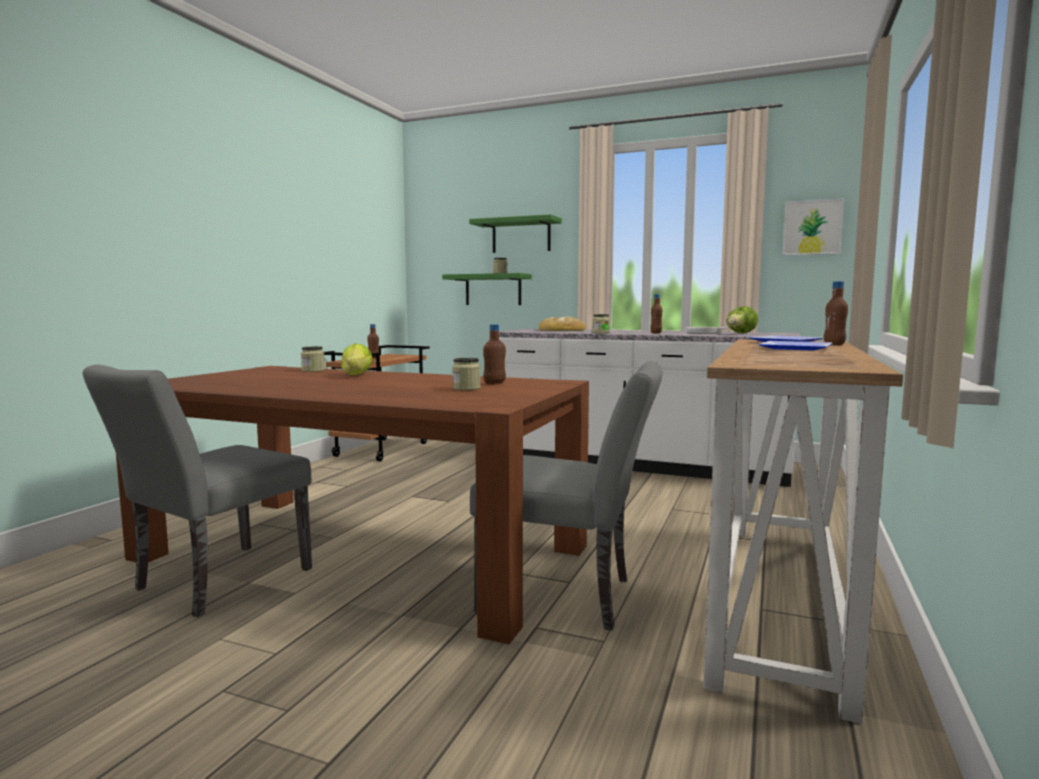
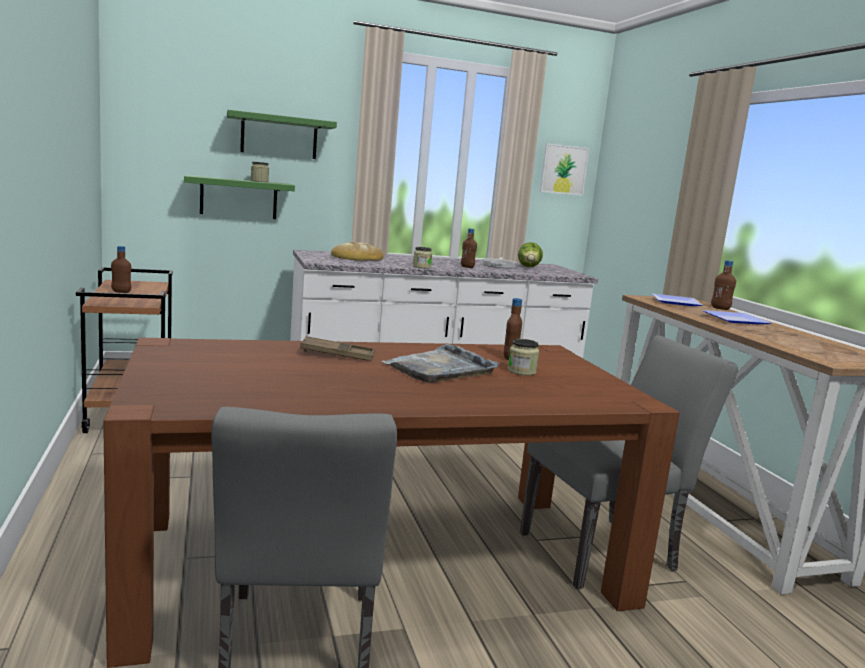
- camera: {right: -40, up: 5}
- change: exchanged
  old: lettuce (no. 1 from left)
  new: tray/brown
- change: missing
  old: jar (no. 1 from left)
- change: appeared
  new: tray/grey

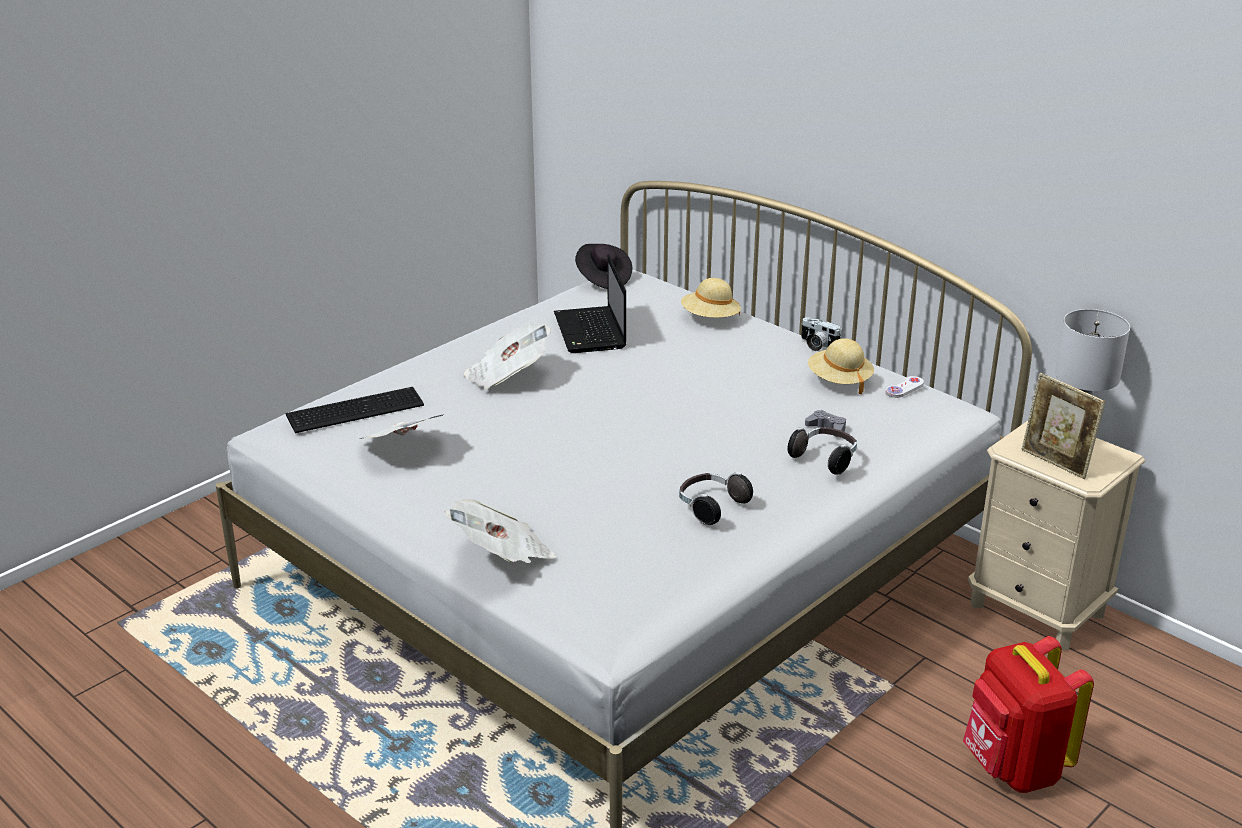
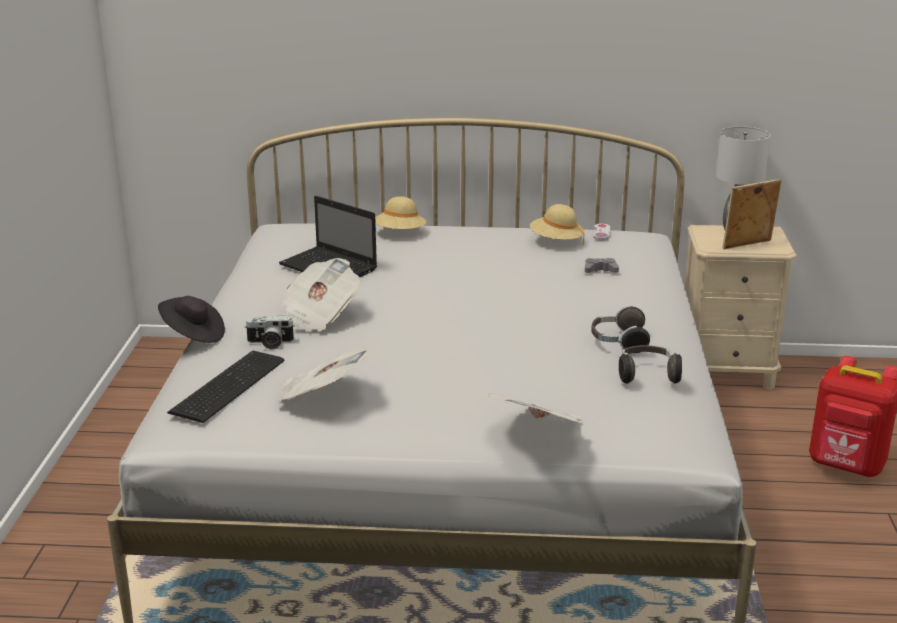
- camera: {right: -40, up: -5}
- change: relocated
  old: hat/black
- change: relocated
  old: photo camera
- change: spun
  old: picture frame
  degrees: 150
- change: relocated
  old: headphones (no. 2 from left)

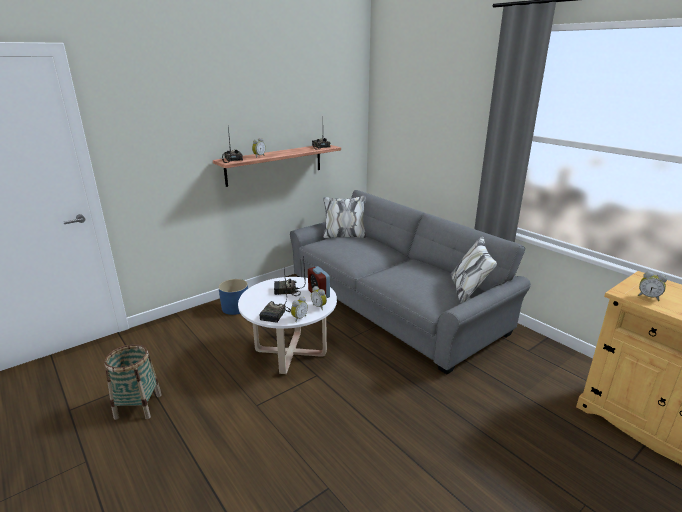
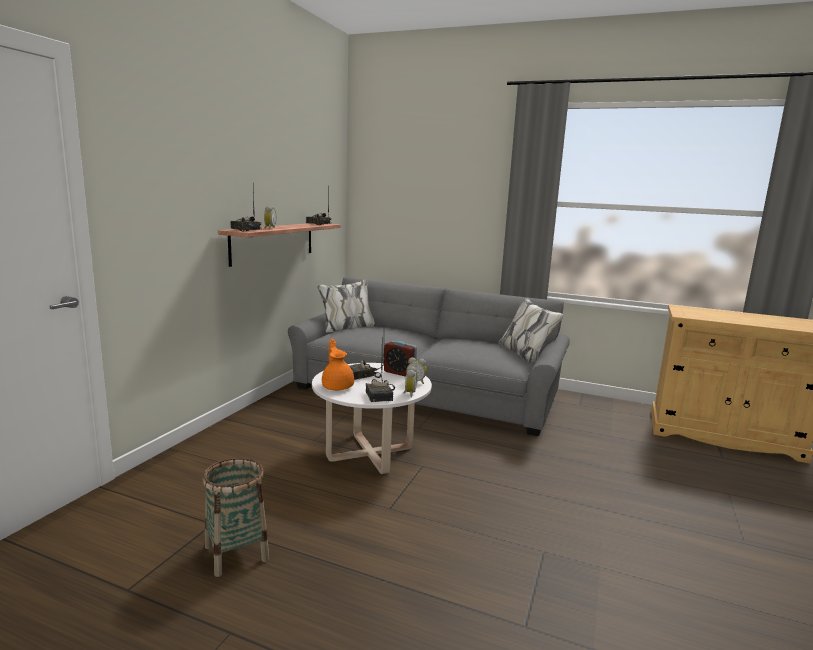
- camera: {right: -30, up: -10}
- change: missing
  old: alarm clock (no. 5 from left)
- change: missing
  old: planter/blue
- change: appeared
  new: teapot/orange

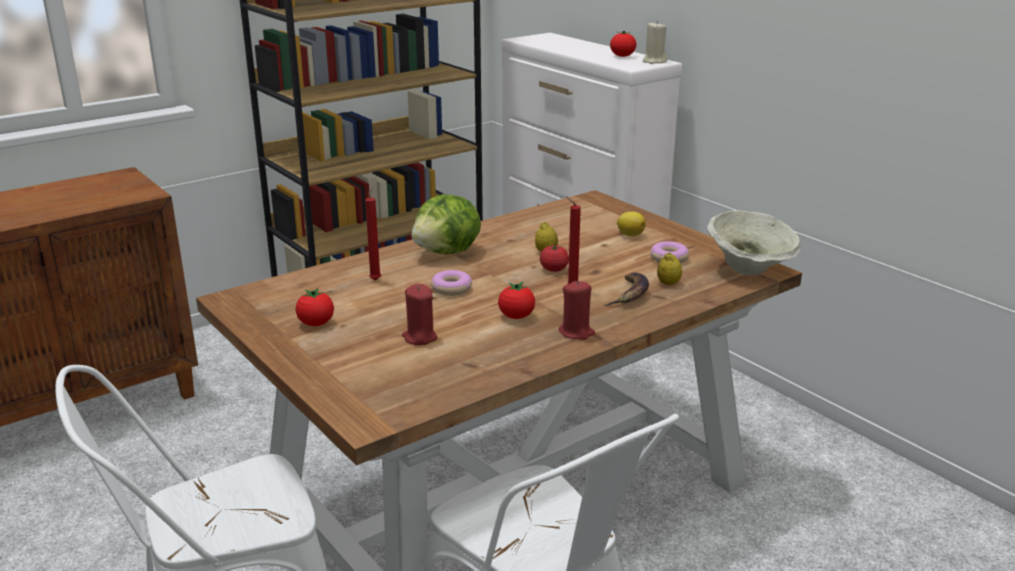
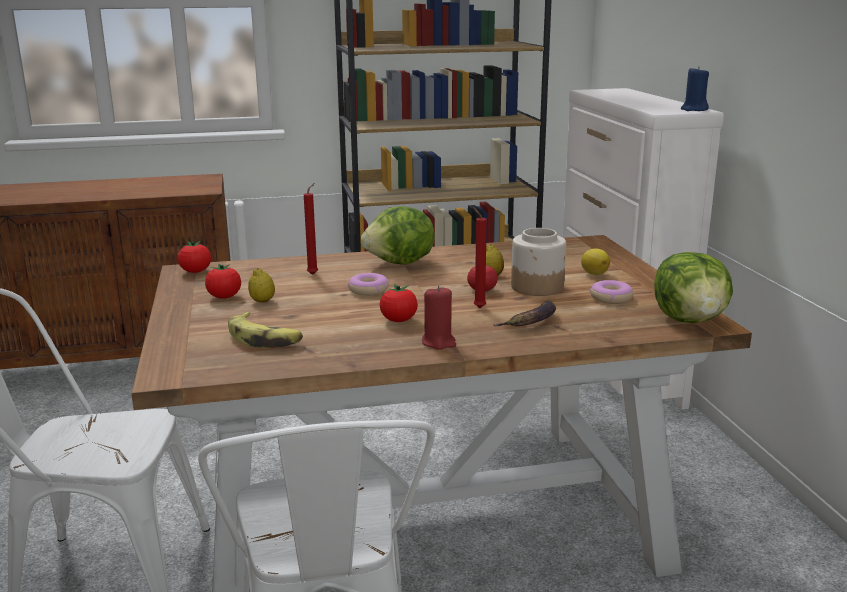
- camera: {right: 25, up: -5}
- change: colour
  old: candle/beige
  new: candle/blue
- change: relocated
  old: tomato (no. 4 from left in the first image)
  new: tomato (no. 1 from left)
- change: exchanged
  old: bowl/beige
  new: lettuce (no. 2 from left)
- change: relocated
  old: lemon (no. 3 from left in the first image)
  new: lemon (no. 1 from left)
- change: missing
  old: candle/red (no. 2 from left)
- change: appeared
  new: jar
- change: appeared
  new: banana (no. 1 from left)

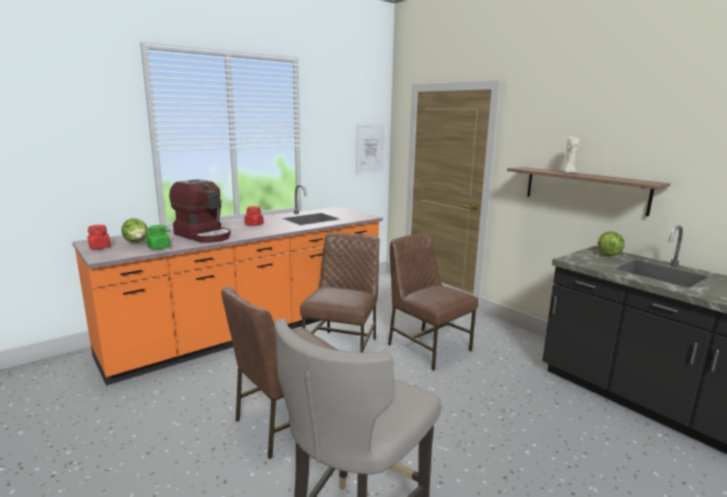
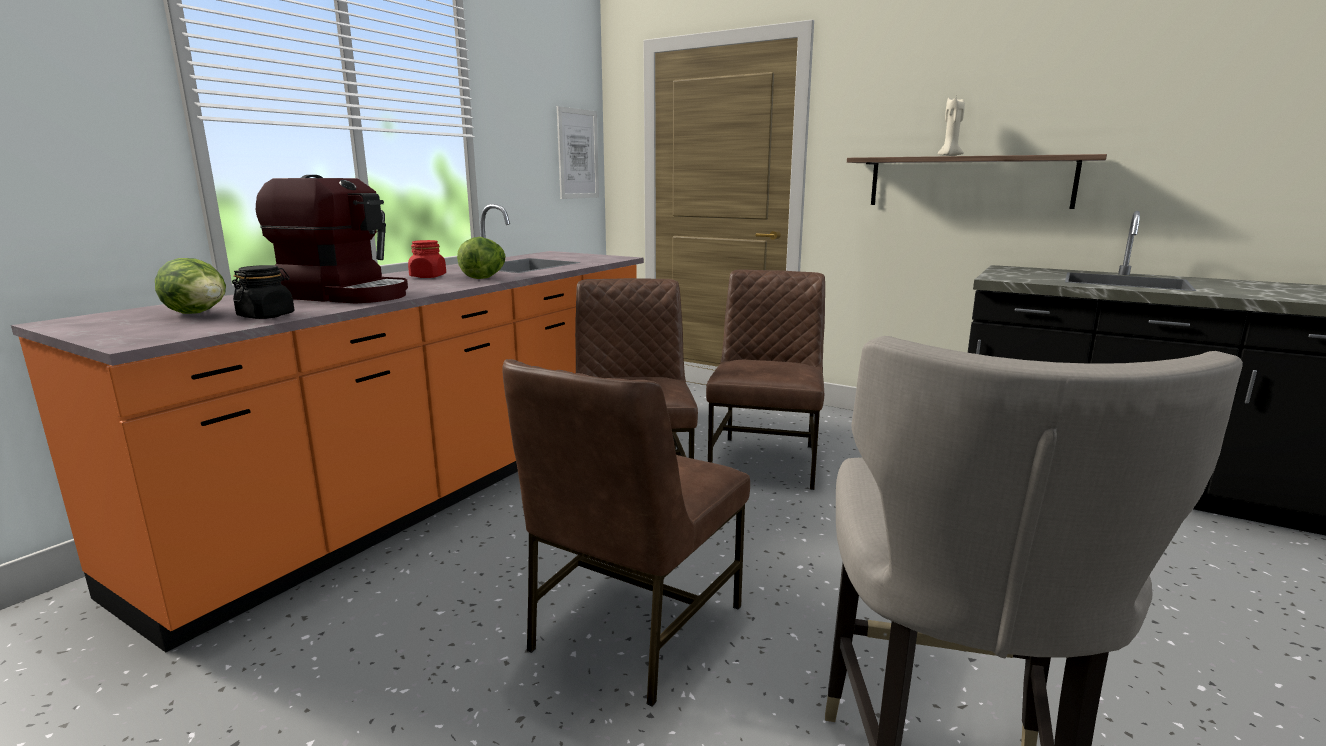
- camera: {right: -20, up: 0}
- change: missing
  old: jar/red (no. 1 from left)
- change: colour
  old: jar/green
  new: jar/black
- change: relocated
  old: lettuce (no. 2 from left)
- change: spun
  old: chair/brown (no. 3 from left)
  degrees: 75

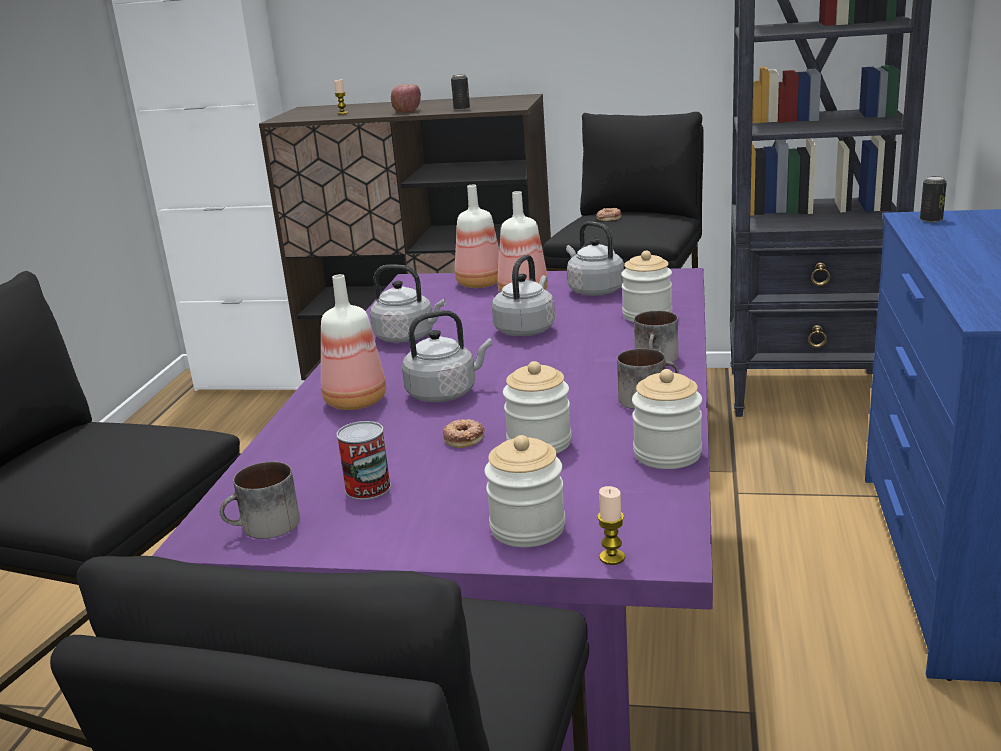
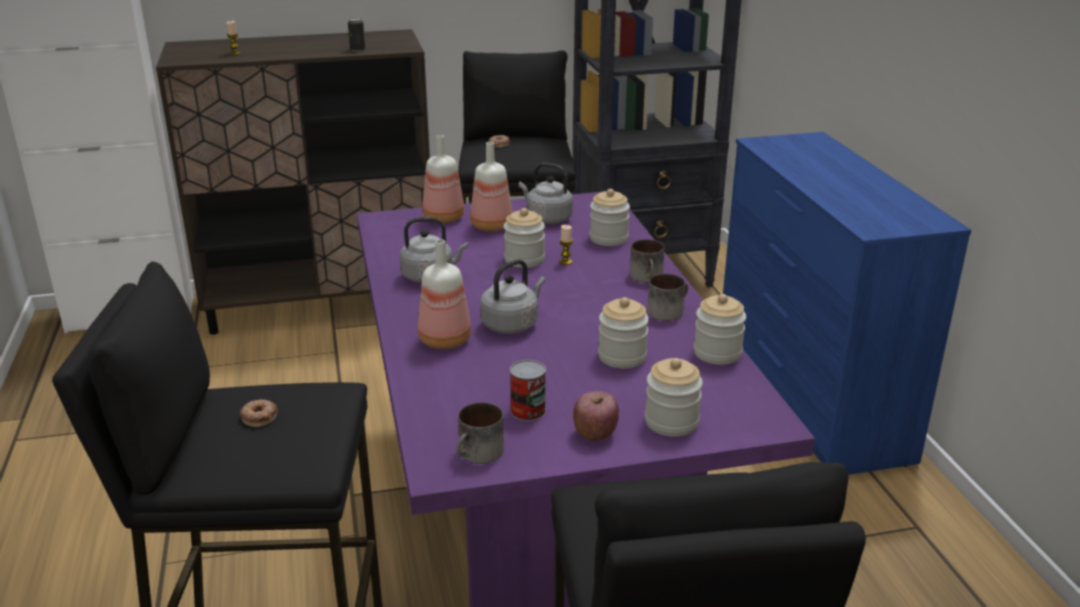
- camera: {right: -25, up: 5}
- change: relocated
  old: apple
- change: missing
  old: can (no. 3 from left)
- change: exchanged
  old: kettle/grey (no. 3 from left)
  new: jar (no. 1 from left)
- change: relocated
  old: donut (no. 1 from left)
- change: relocated
  old: candle (no. 2 from left)

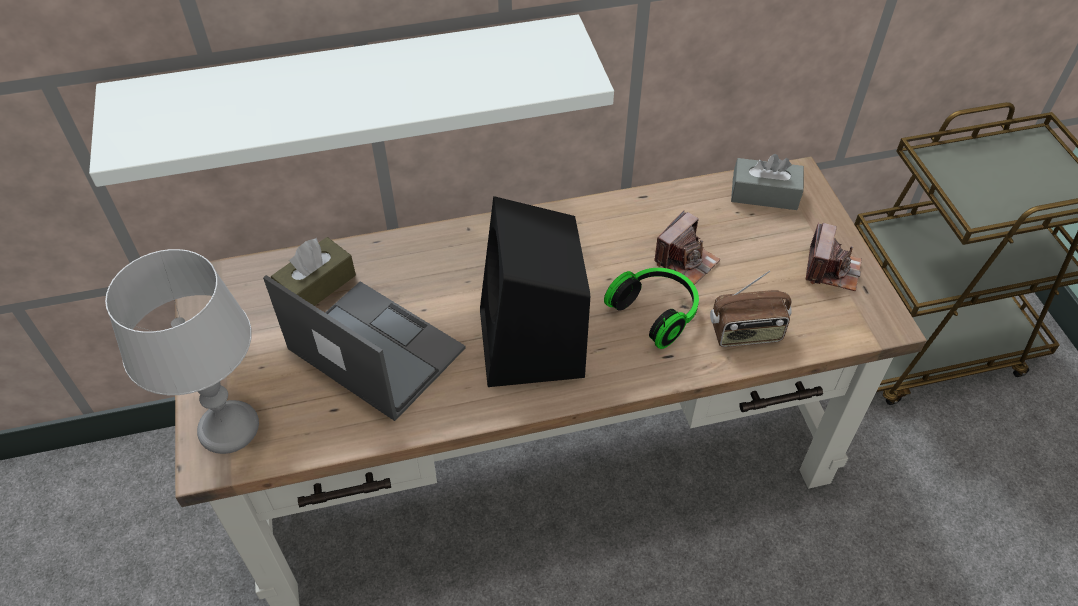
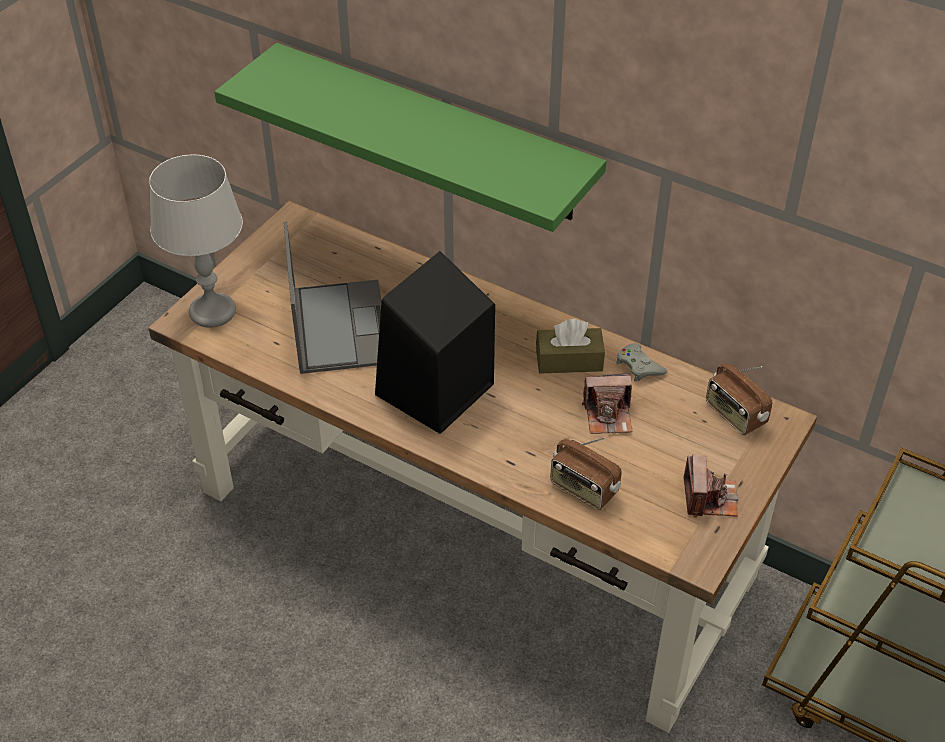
- camera: {right: 45, up: -5}
- change: colour
  old: shelf/white
  new: shelf/green
- change: exchanged
  old: tissue box/grey
  new: radio (no. 2 from left)
- change: spun
  old: photo camera (no. 2 from left)
  degrees: -60
- change: relocated
  old: tissue box/brown
- change: missing
  old: headphones
- change: appeared
  new: game controller/grey

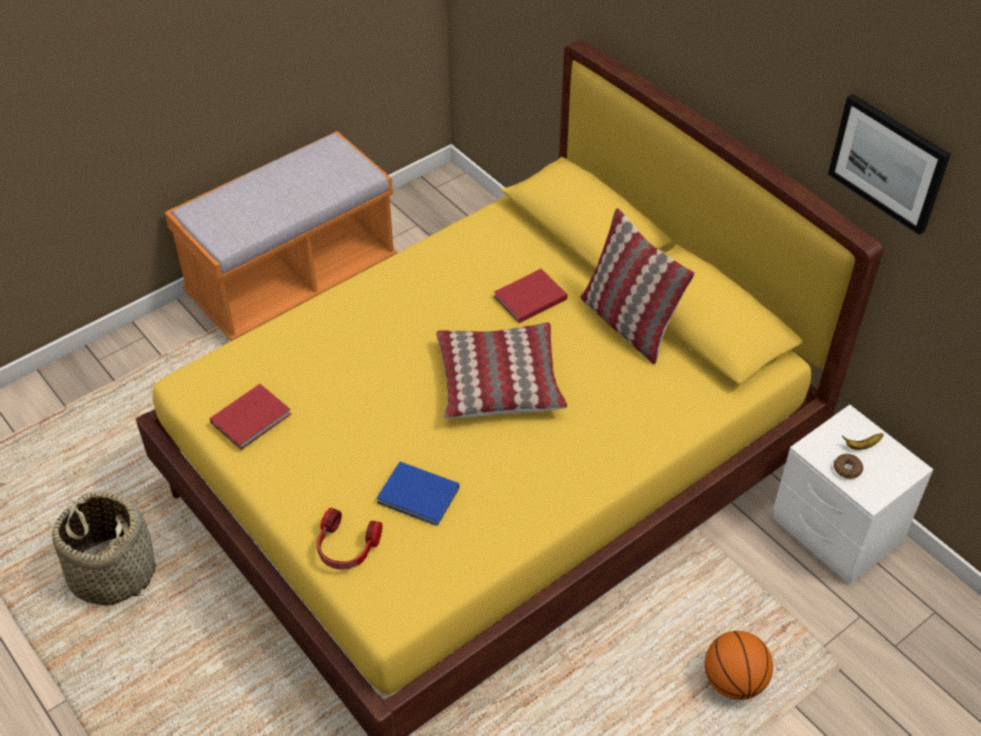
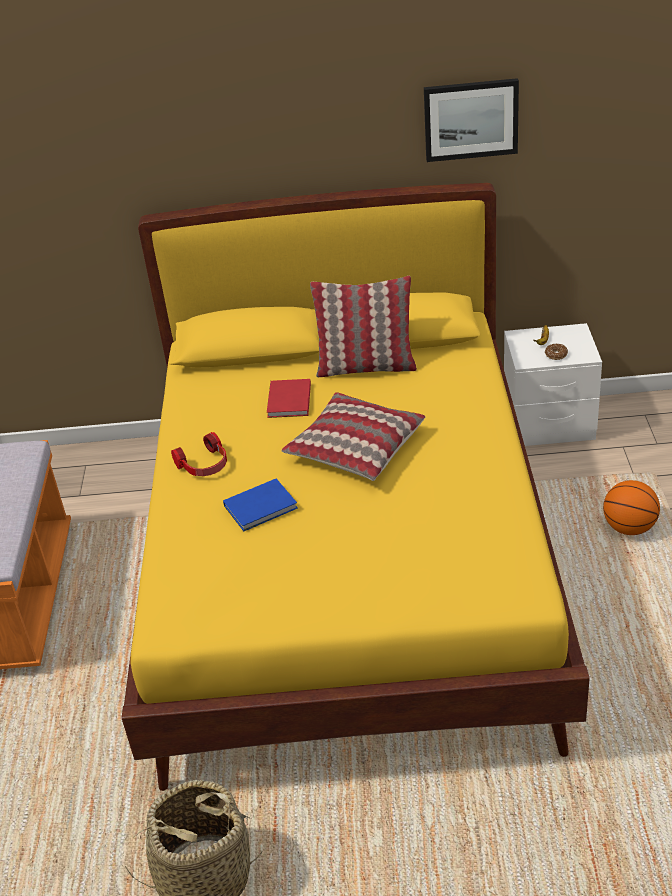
- camera: {right: -50, up: -10}
- change: missing
  old: book/red (no. 1 from left)
- change: relocated
  old: book/blue
- change: relocated
  old: headphones

